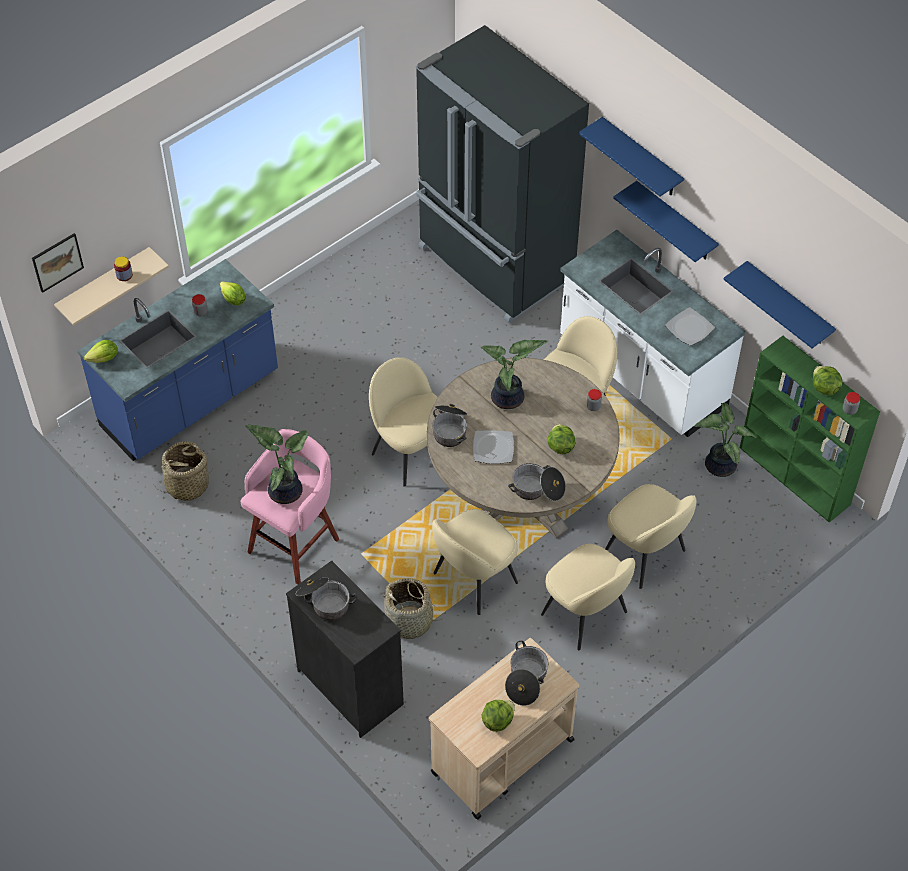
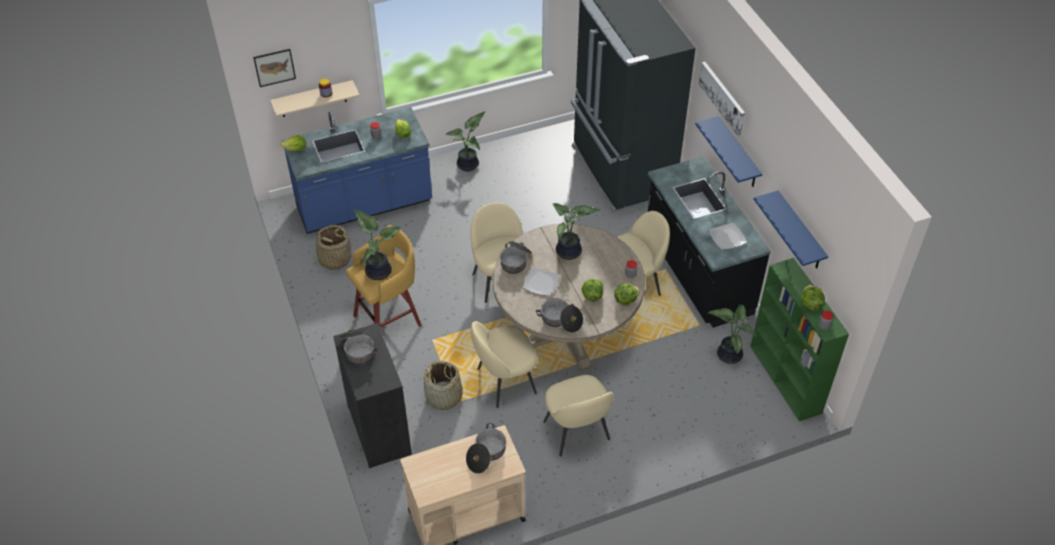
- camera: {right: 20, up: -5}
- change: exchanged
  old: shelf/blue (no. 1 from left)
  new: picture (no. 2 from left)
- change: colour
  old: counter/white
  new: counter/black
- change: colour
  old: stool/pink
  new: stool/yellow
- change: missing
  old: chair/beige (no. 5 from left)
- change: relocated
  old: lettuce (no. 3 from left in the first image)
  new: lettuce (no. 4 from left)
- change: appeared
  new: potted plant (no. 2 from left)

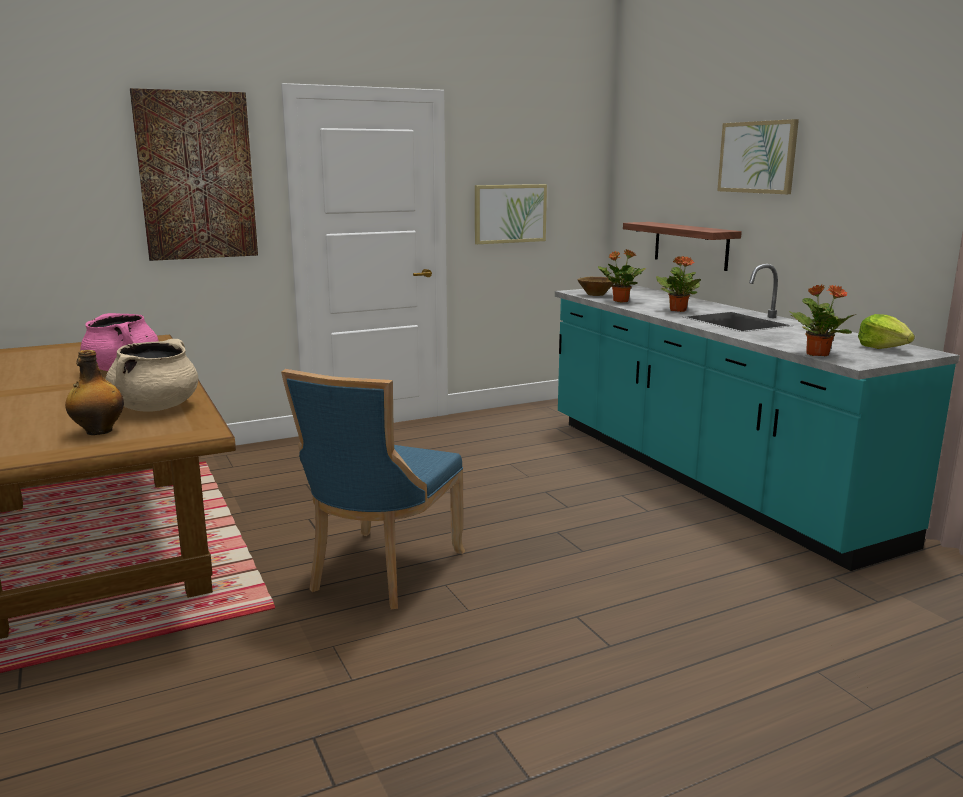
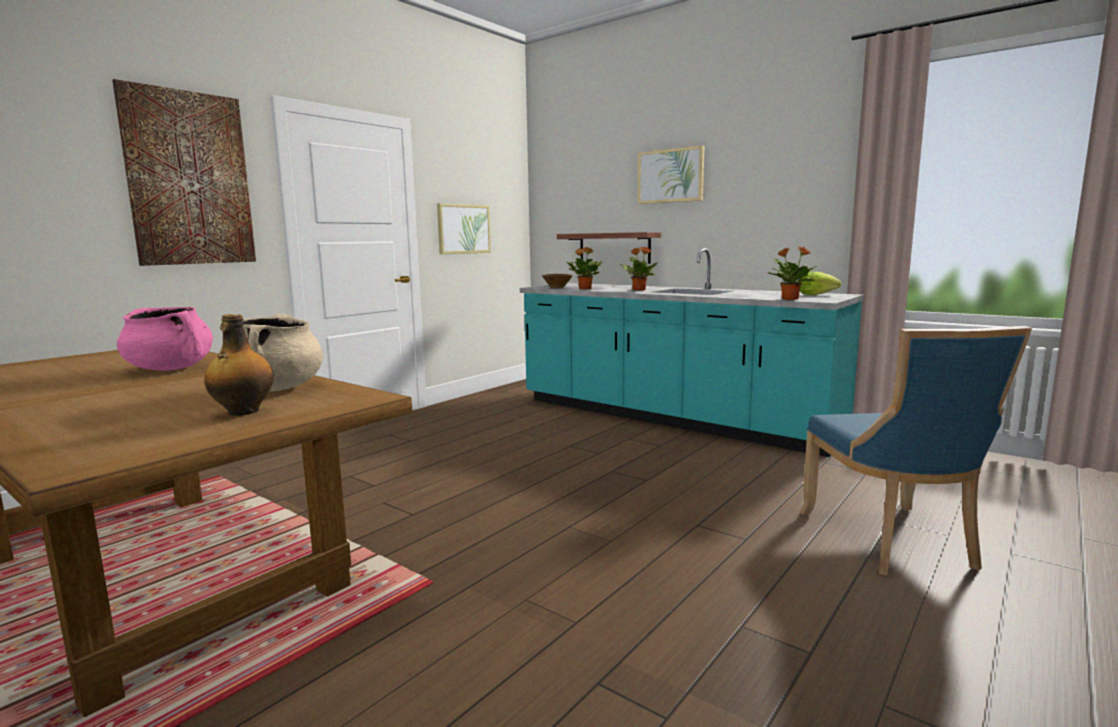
- camera: {right: -25, up: -5}
- change: relocated
  old: chair/blue

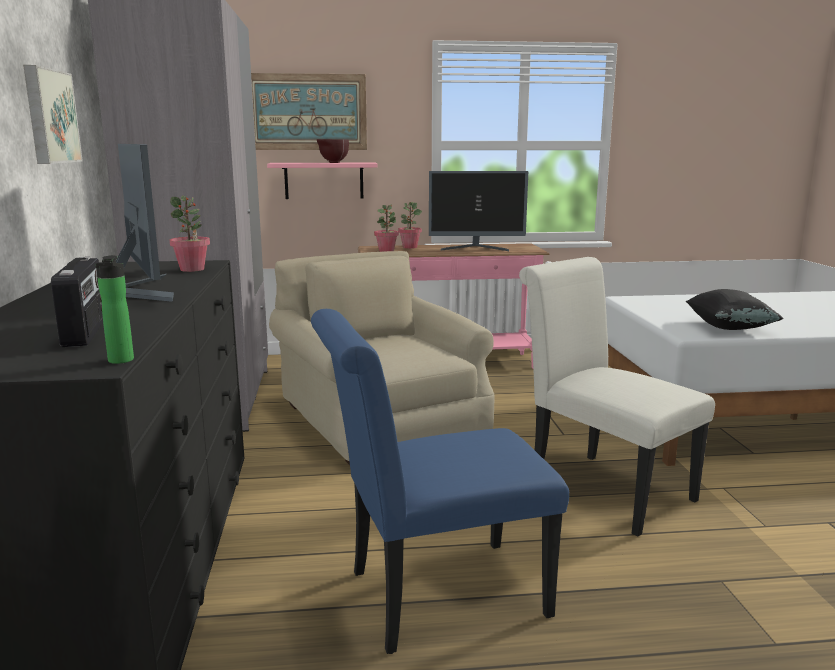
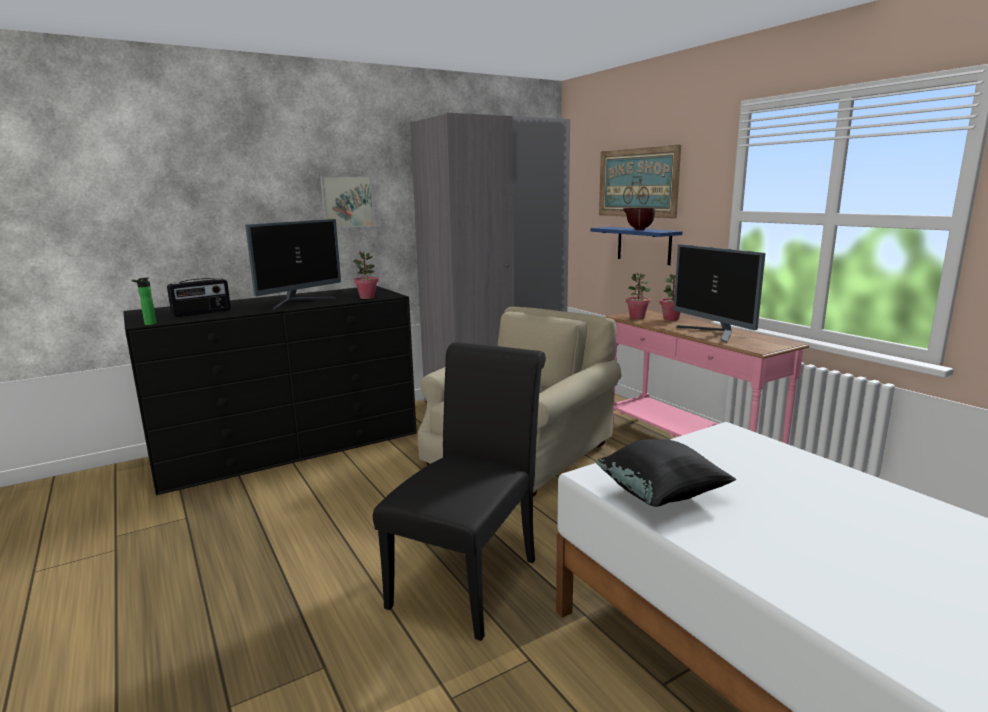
- camera: {right: 65, up: 0}
- change: colour
  old: shelf/pink
  new: shelf/blue
- change: colour
  old: chair/white
  new: chair/black
- change: missing
  old: chair/blue

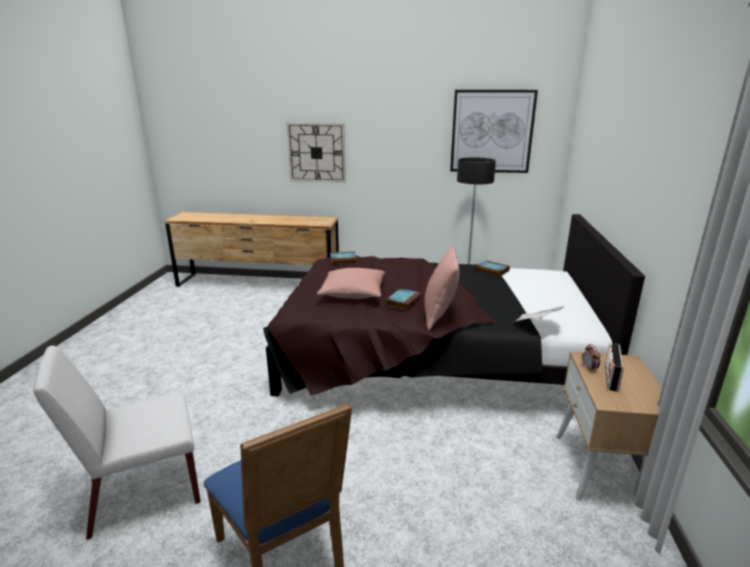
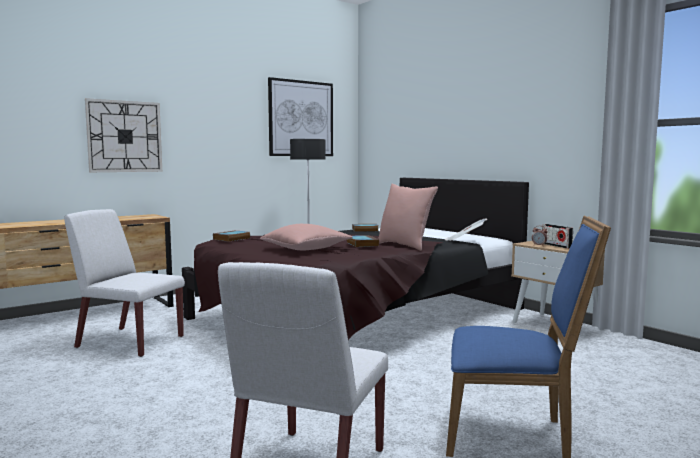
- camera: {right: -45, up: -15}
- change: appeared
  new: chair/white (no. 1 from left)

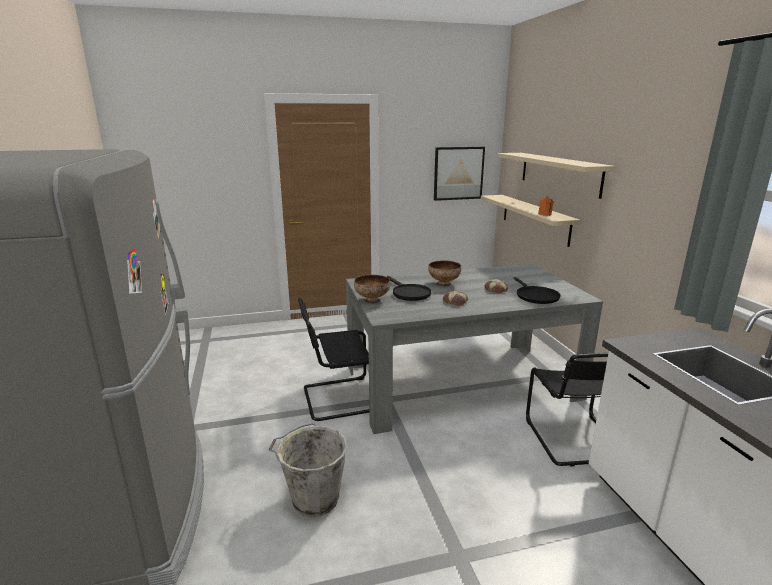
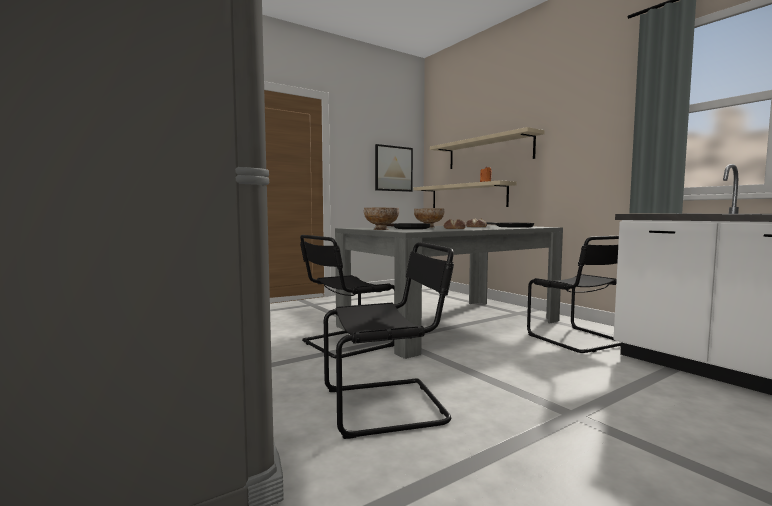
- camera: {right: -20, up: -15}
- change: exchanged
  old: bucket/grey
  new: chair/black (no. 2 from left)

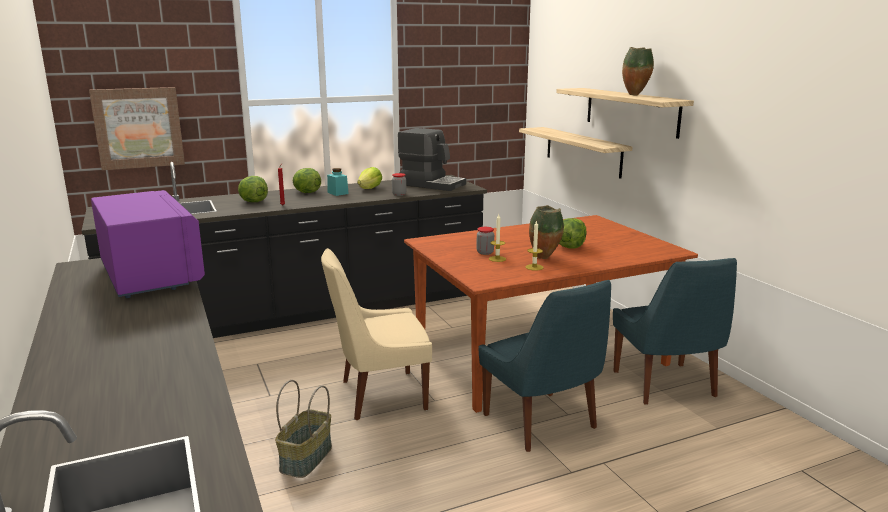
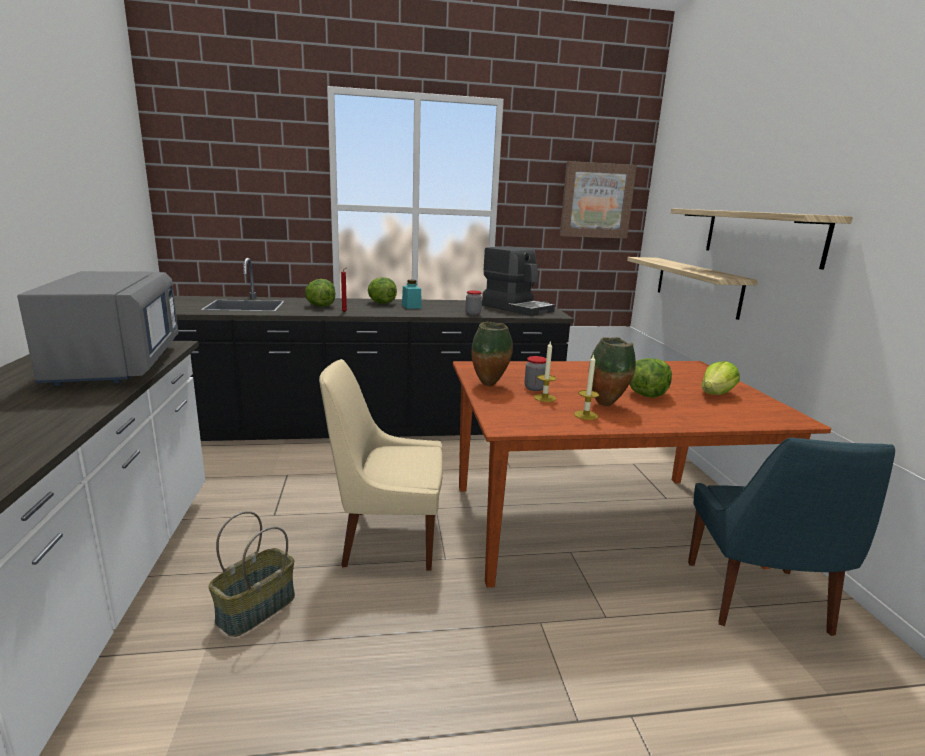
- camera: {right: 15, up: 0}
- change: relocated
  old: vase (no. 2 from left in the first image)
  new: vase (no. 1 from left)
- change: relocated
  old: picture
- change: relocated
  old: lettuce (no. 3 from left in the first image)
  new: lettuce (no. 4 from left)
- change: colour
  old: microwave/purple
  new: microwave/grey
- change: missing
  old: chair/blue (no. 1 from left)

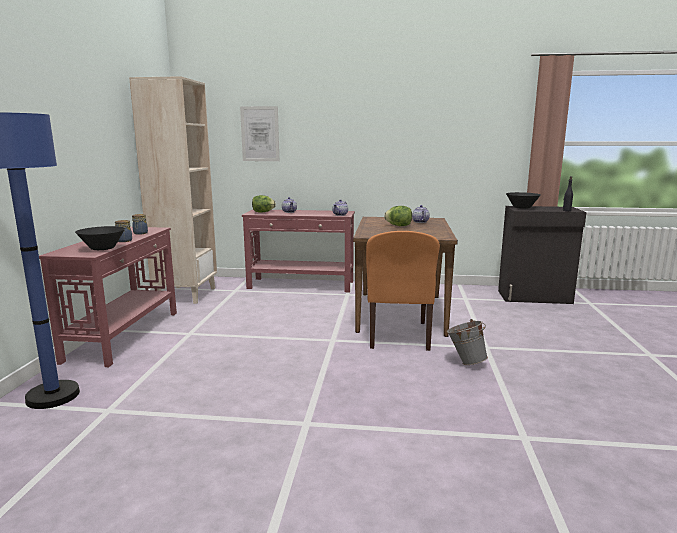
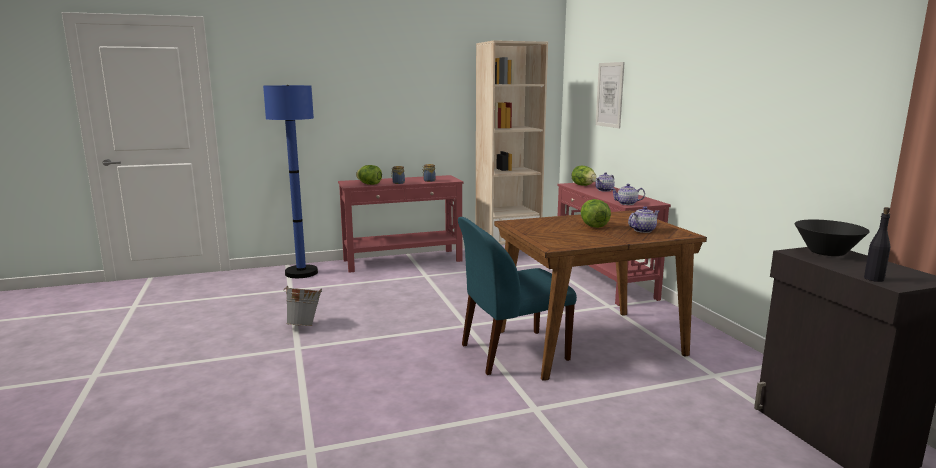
- camera: {right: 65, up: 0}
- change: exchanged
  old: bowl/black (no. 1 from left)
  new: lettuce (no. 1 from left)
- change: colour
  old: chair/orange
  new: chair/blue
- change: relocated
  old: bucket/grey

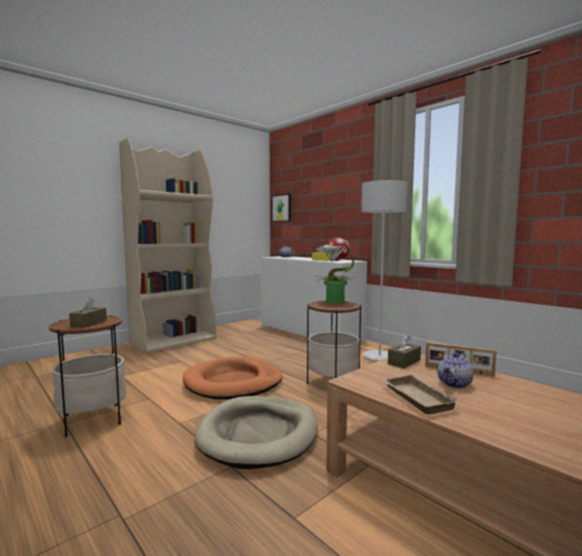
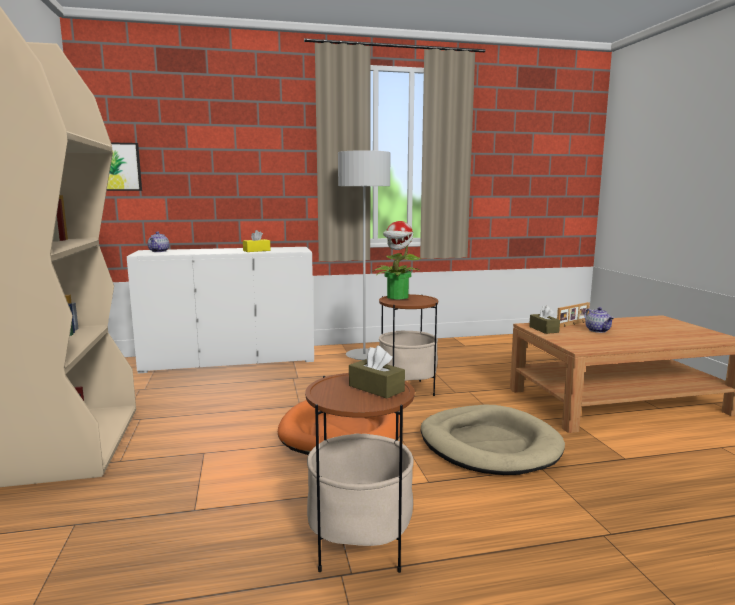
- camera: {right: -60, up: 5}
- change: missing
  old: tray/beige

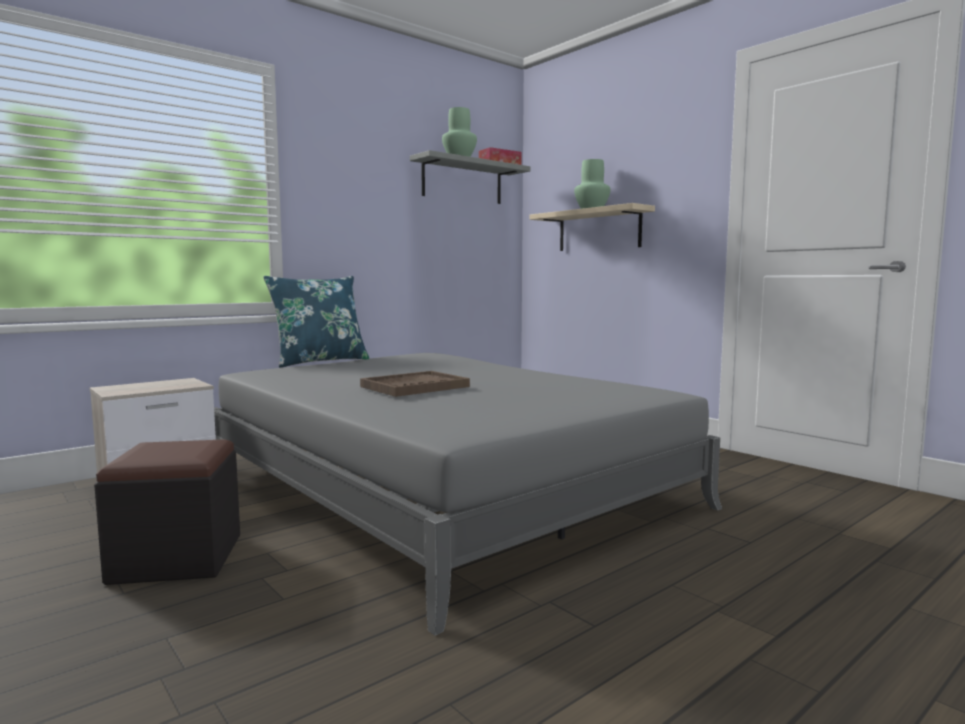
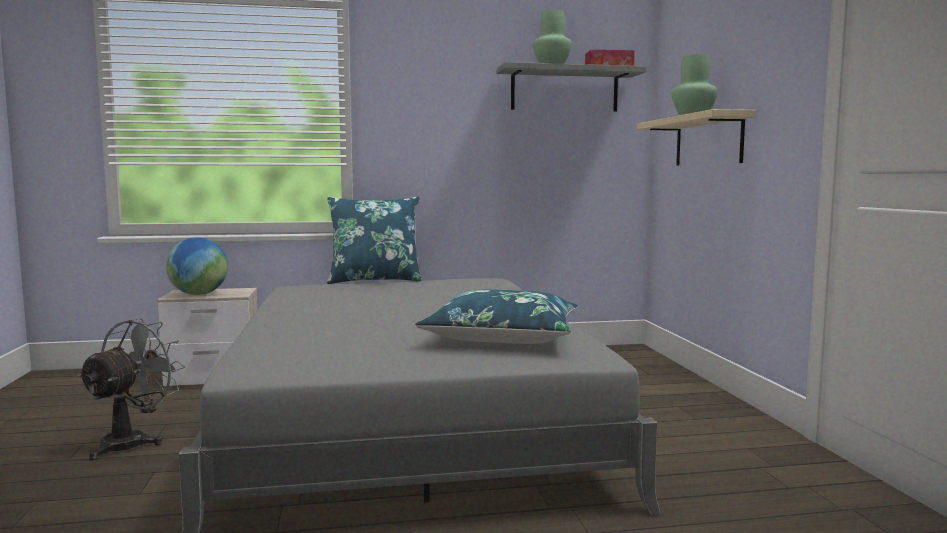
- camera: {right: 30, up: 0}
- change: missing
  old: tray/brown
- change: exchanged
  old: ottoman/black
  new: fan/grey
- change: appeared
  new: globe
- change: appeared
  new: pillow/blue (no. 2 from left)

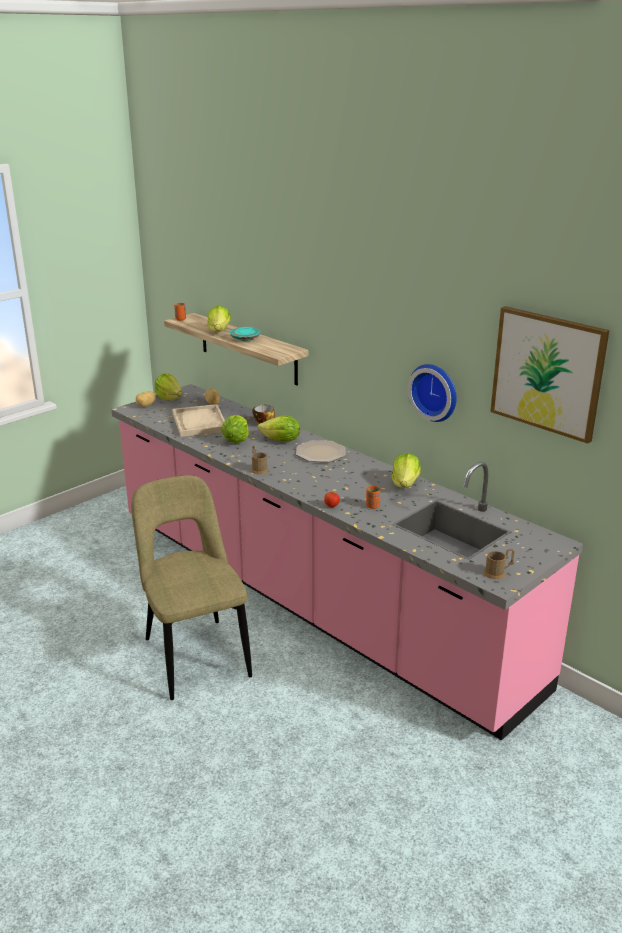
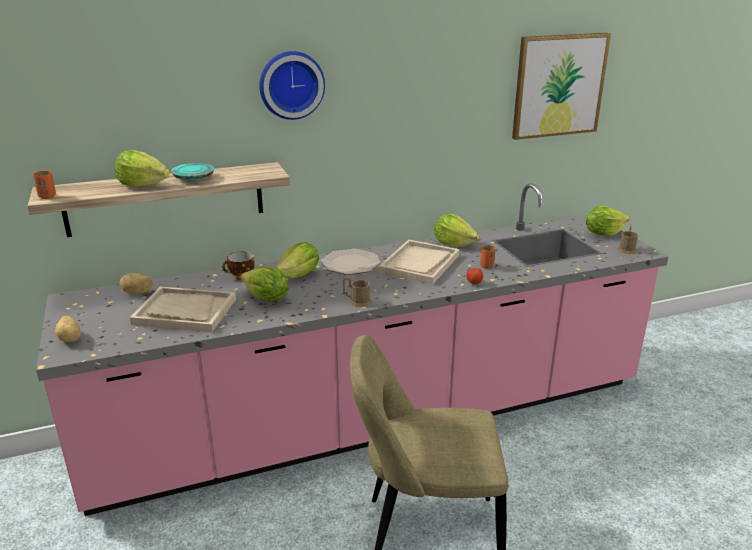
- camera: {right: -65, up: 0}
- change: relocated
  old: wall clock
- change: relocated
  old: lettuce (no. 1 from left in the first image)
  new: lettuce (no. 5 from left)
- change: appeared
  new: tray/beige (no. 2 from left)

